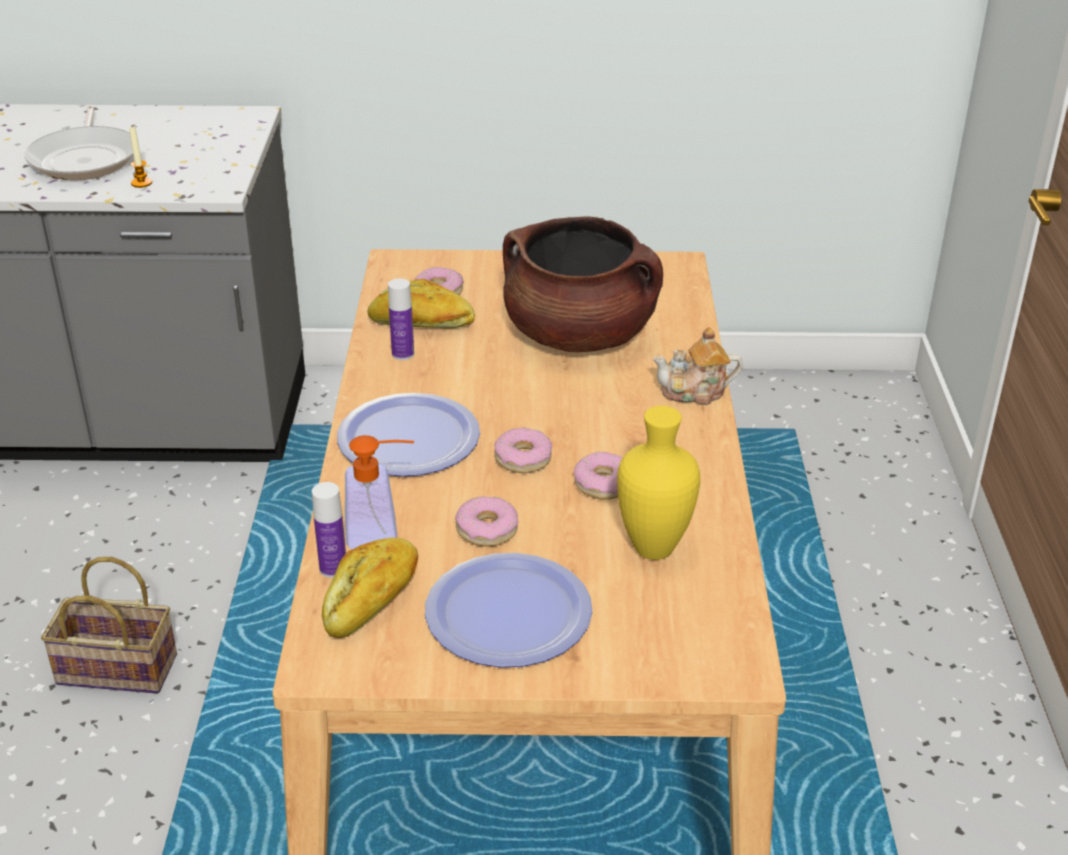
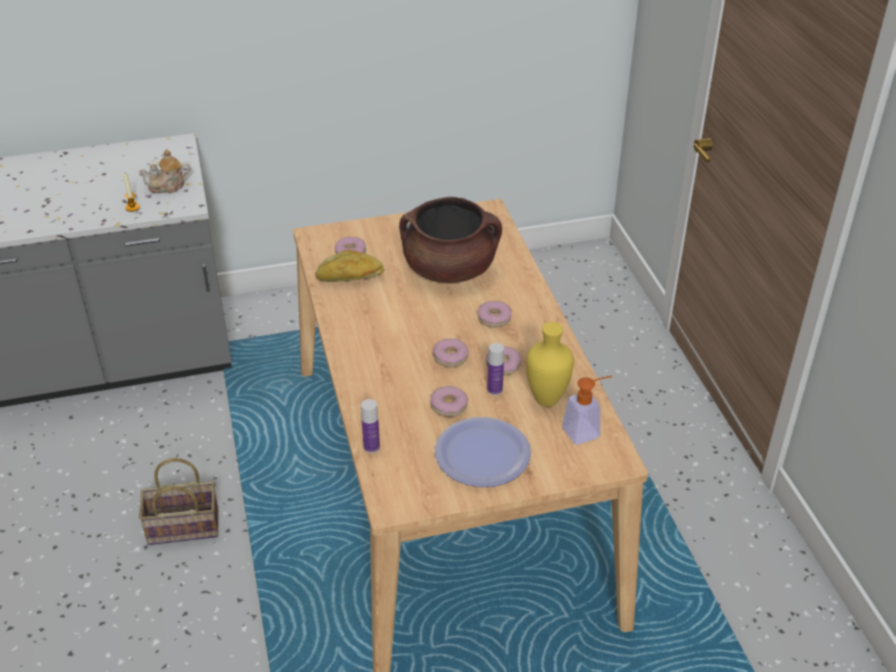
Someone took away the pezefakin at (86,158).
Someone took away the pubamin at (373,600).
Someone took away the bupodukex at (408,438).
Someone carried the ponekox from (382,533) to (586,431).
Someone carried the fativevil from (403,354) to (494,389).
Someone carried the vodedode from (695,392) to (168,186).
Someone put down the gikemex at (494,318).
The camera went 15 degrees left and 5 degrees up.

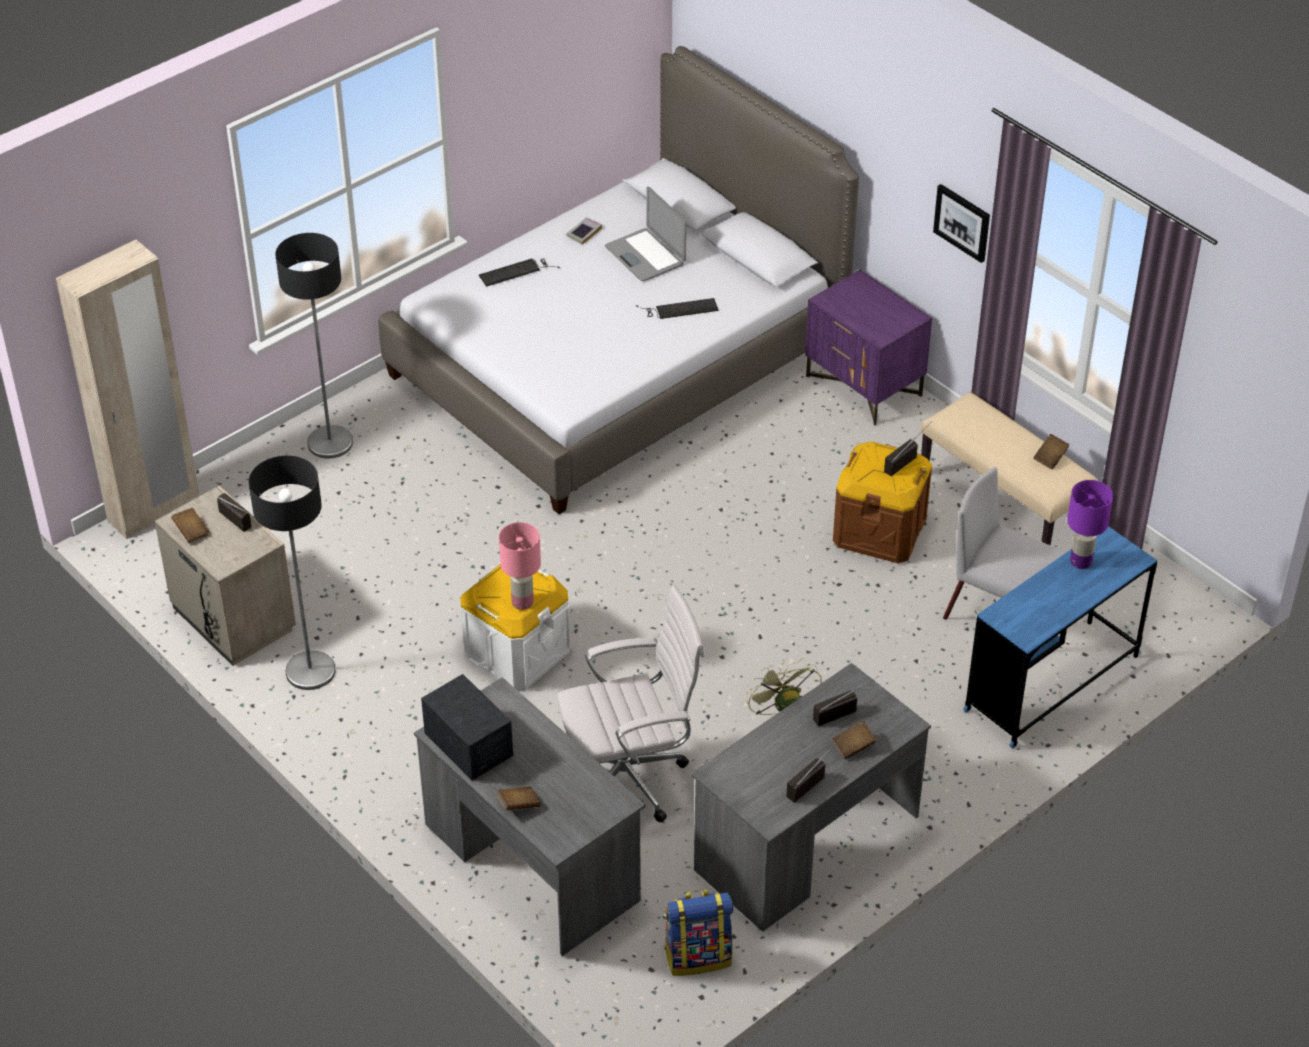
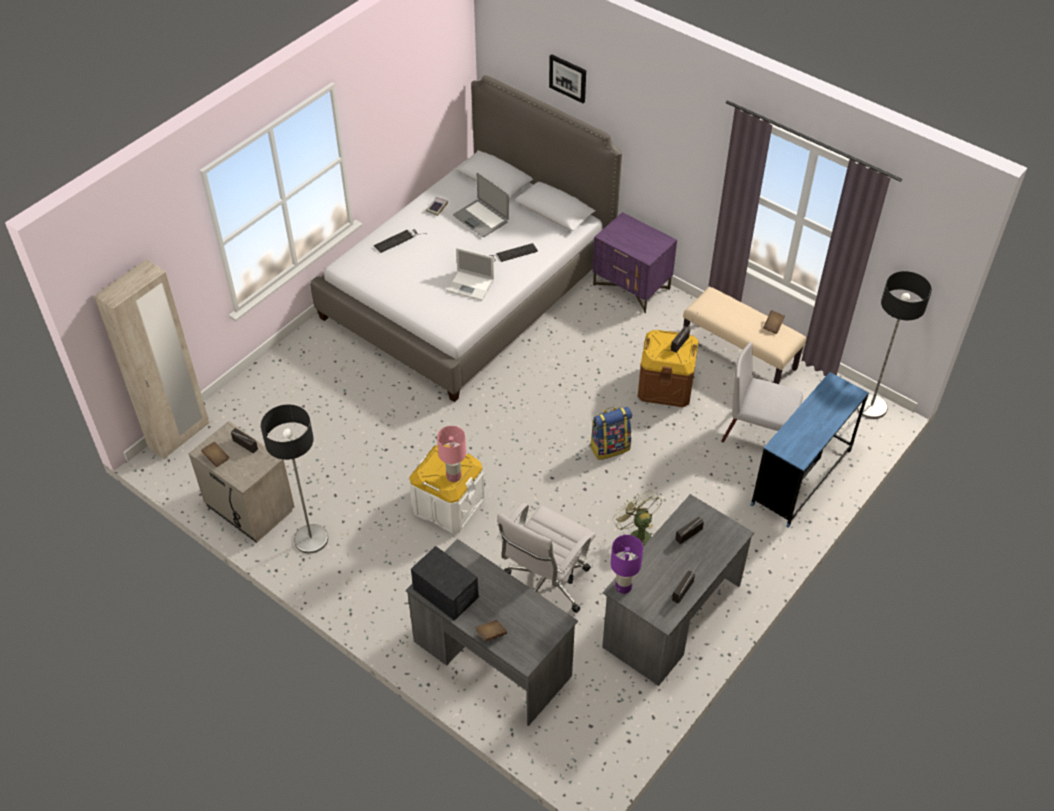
Someone carried the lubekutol from (330,443) to (871,407).
Someone rotated the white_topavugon at (631,778) by 150 degrees clockwise.
Someone carried the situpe from (698,956) to (610,447).
Someone took away the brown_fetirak at (853,746).
Someone carried the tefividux from (962,222) to (568,78).
Someone carried the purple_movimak from (1081,562) to (623,587).
Someone put down the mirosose at (471,285).
The camera went 10 degrees left and 5 degrees up.

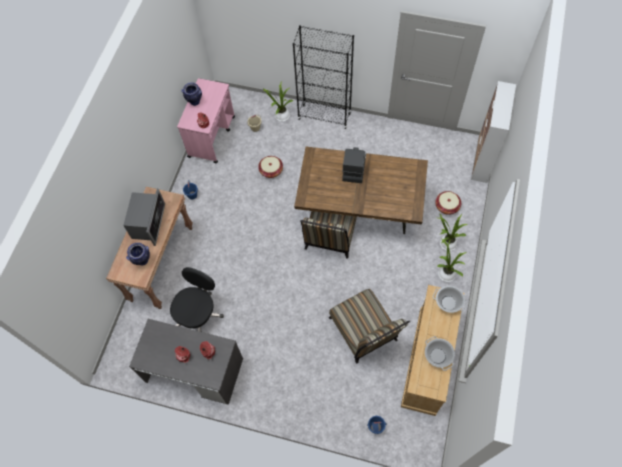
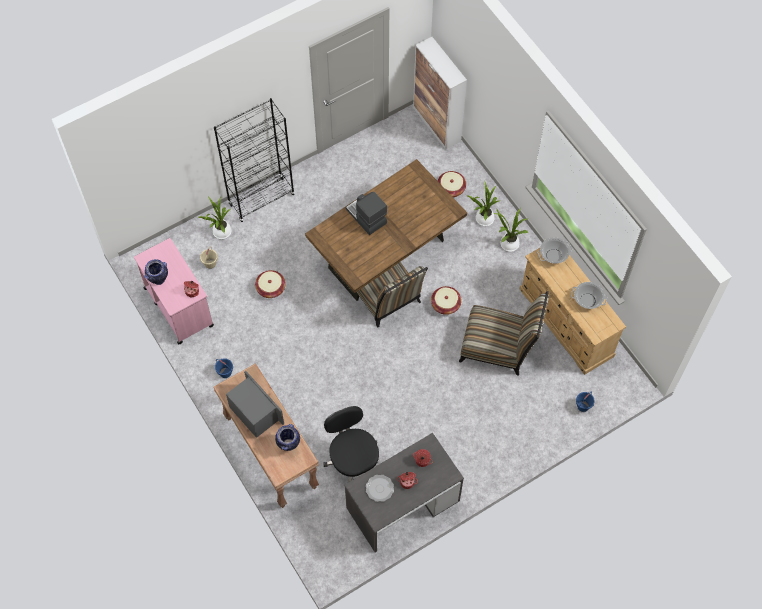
Someone put down the bupodukex at (380,488).
Someone put down the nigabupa at (445,304).
The camera went 50 degrees left and 0 degrees up.

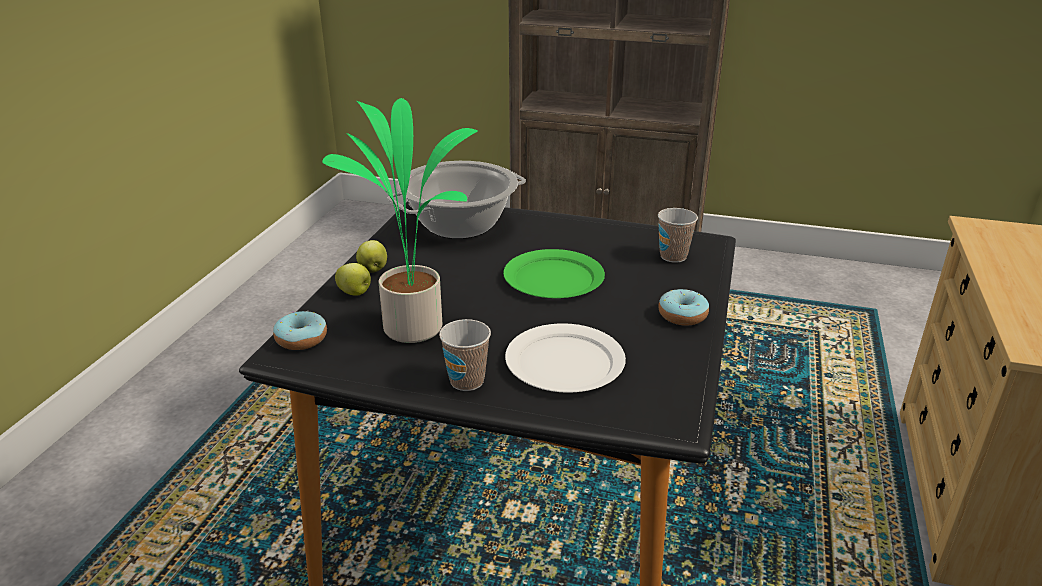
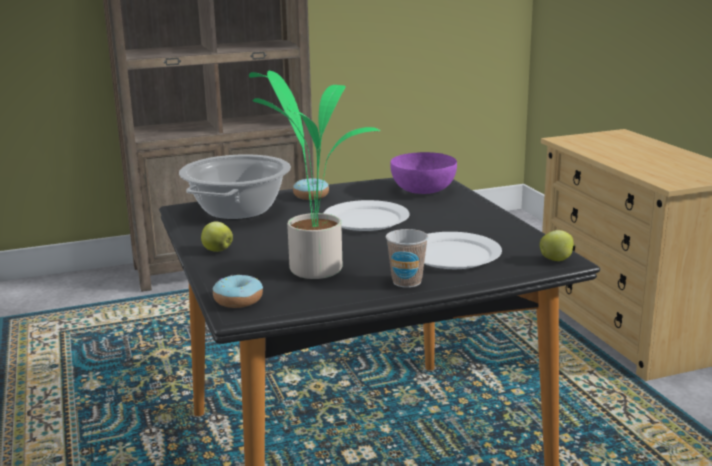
Someone carried the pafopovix from (355,293) to (556,260).
Someone repainted the green_bupodukex at (553,278), which became the white_bupodukex at (365,219).
Someone swapped the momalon at (673,256) for the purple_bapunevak at (424,190).
Someone carried the gikemex from (682,315) to (311,196).
The camera went 35 degrees left and 10 degrees down.

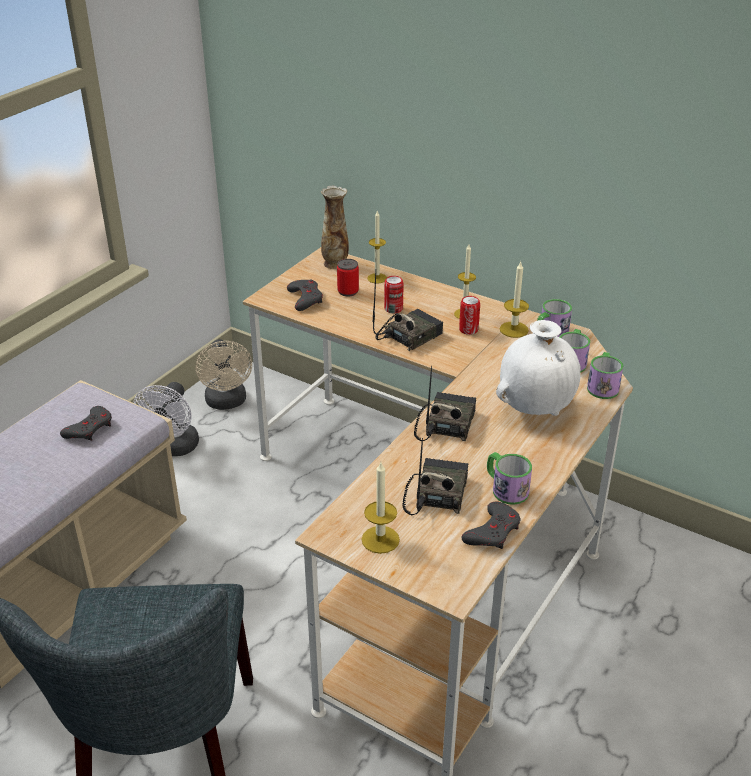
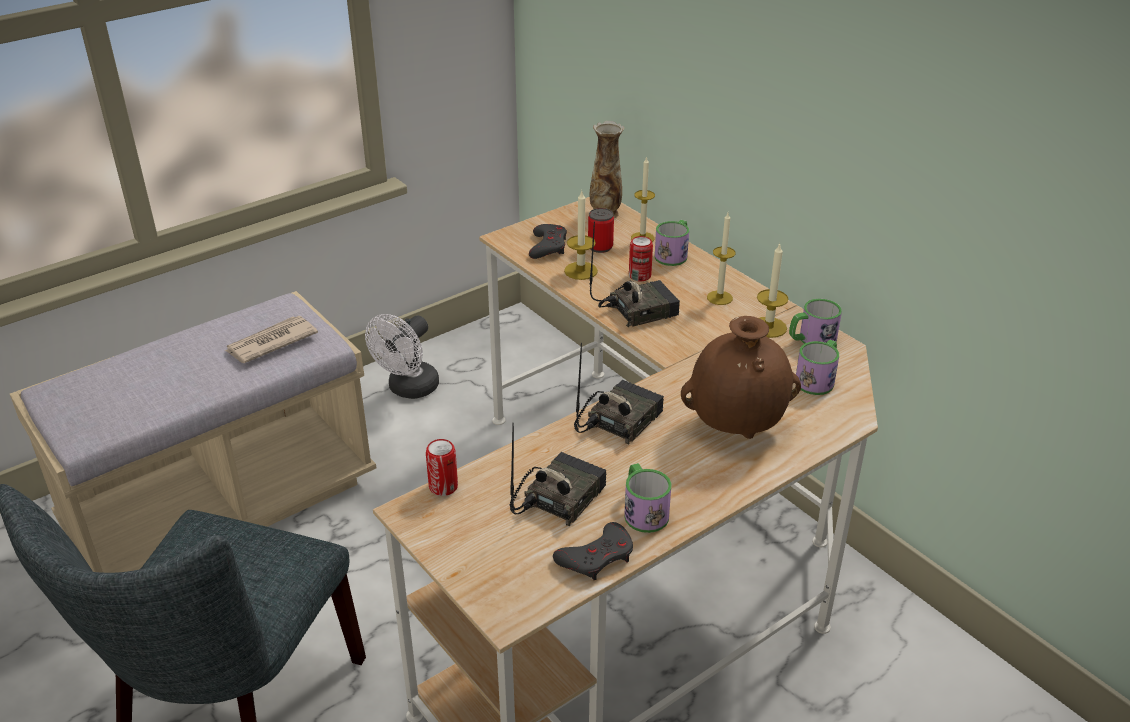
Someone swapped the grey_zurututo at (89,428) for the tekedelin at (270,342).
Someone took away the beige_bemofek at (227,402).
Someone carried the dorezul from (380,539) to (580,271).
Someone carried the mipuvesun from (468,330) to (443,487).
Someone repainted the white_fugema at (536,409), which became the brown_fugema at (737,427).
Someone carried the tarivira from (602,386) to (673,254).
The camera went 20 degrees right and 0 degrees up.

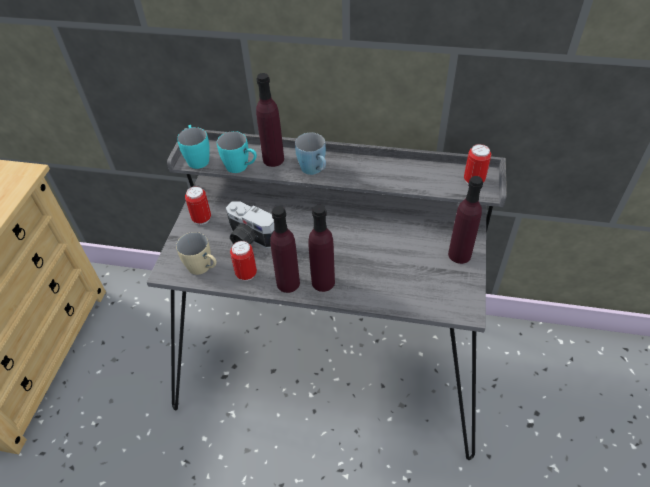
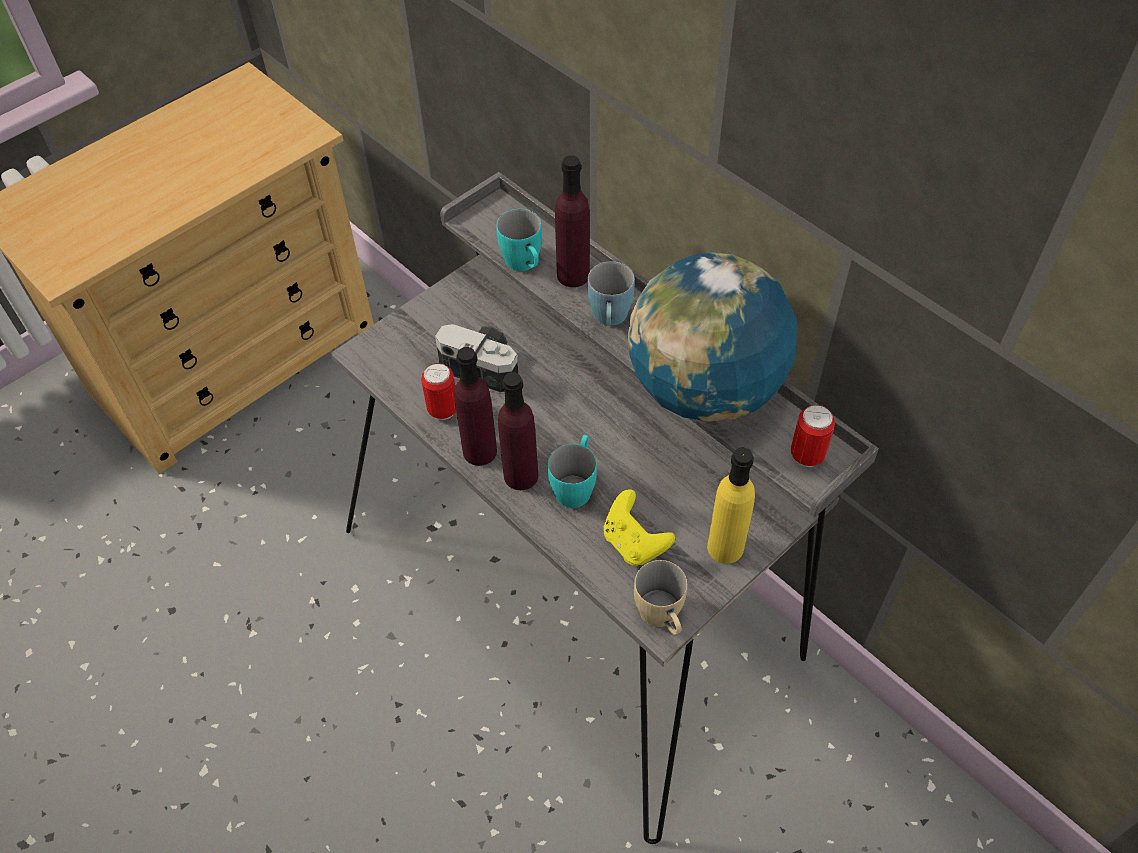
Someone carried the beige_tarivira from (203,268) to (662,618).
Someone carried the turquoise_tarivira from (197,158) to (575,485).
Someone took away the mipuvesun at (202,219).
Someone rotated the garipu at (249,239) by 135 degrees clockwise.
Someone repainted the purple_fativevil at (459,254), which became the yellow_fativevil at (725,547).
Someone put down the yellow_zurututo at (634,543).
Someone put down the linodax at (705,390).
The camera went 35 degrees right and 5 degrees up.

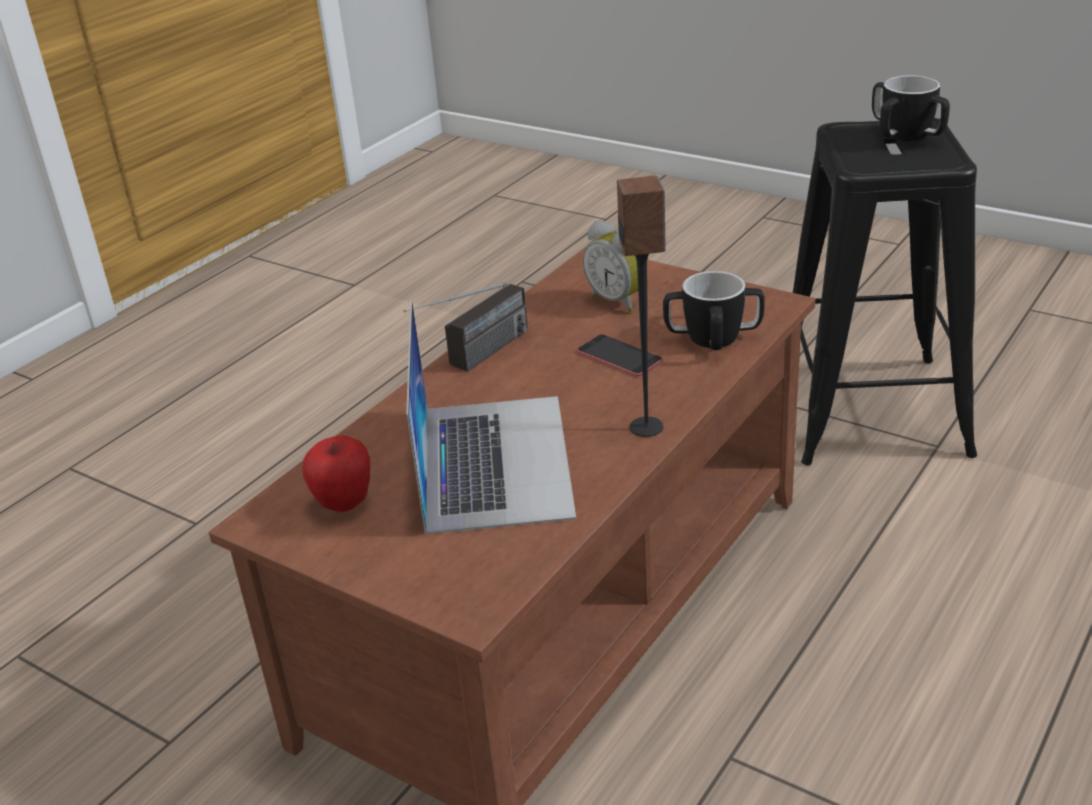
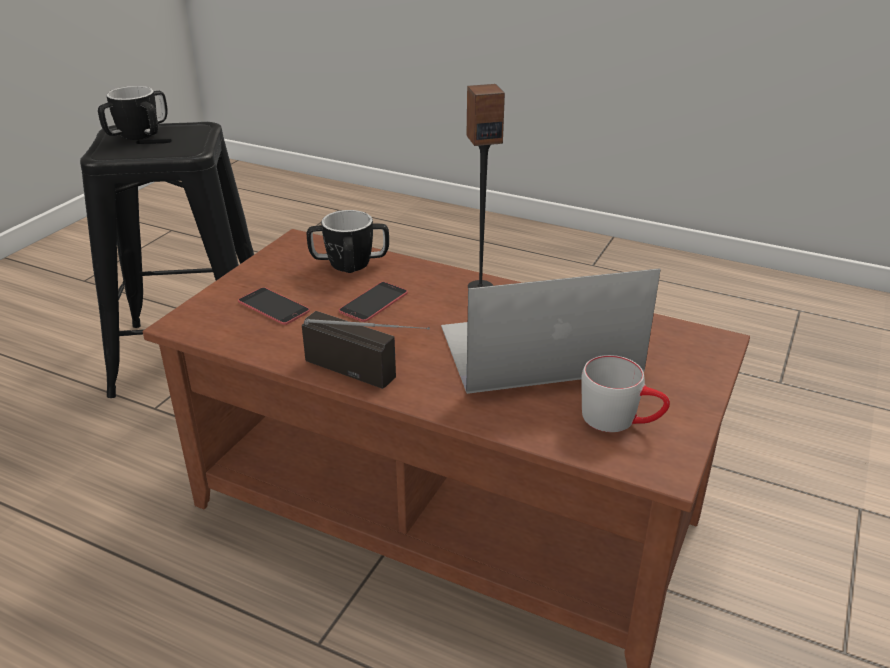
Someone swapped the pafopovix at (344,503) for the grey_tarivira at (621,420).
Someone swapped the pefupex at (618,300) for the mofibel at (273,306).
The camera went 100 degrees left and 0 degrees up.

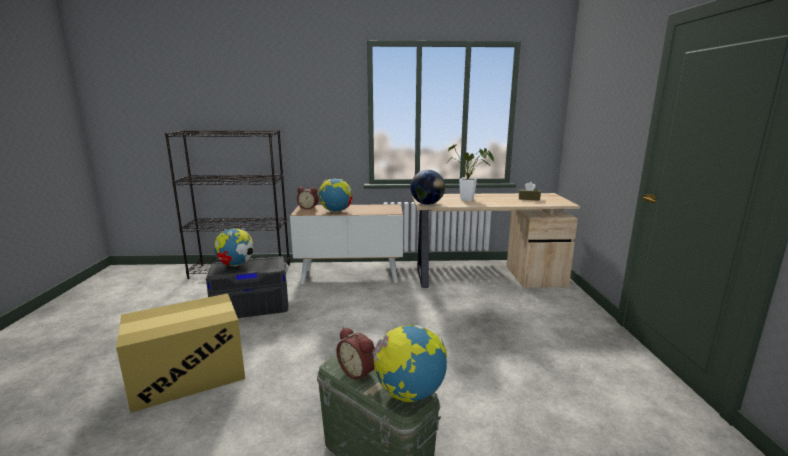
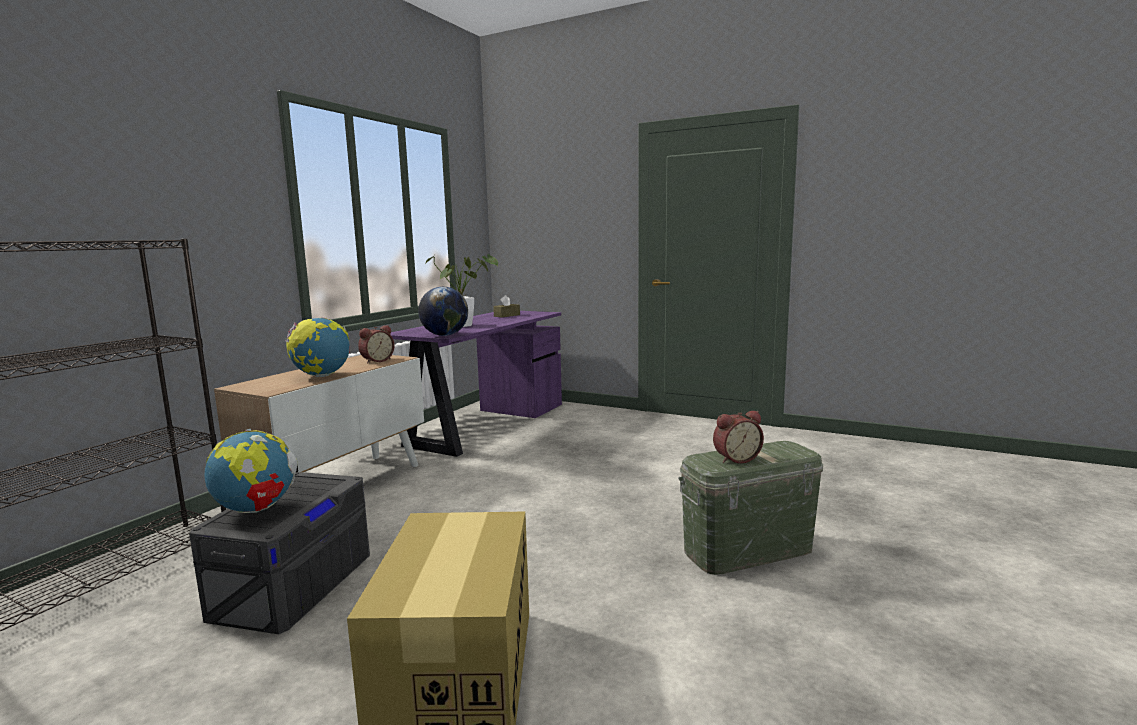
Someone carried the pefupex from (308,208) to (376,361).
Someone took away the linodax at (410,393).
Someone repainted the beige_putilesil at (485,276), which became the purple_putilesil at (485,424).
The camera went 60 degrees left and 5 degrees down.

